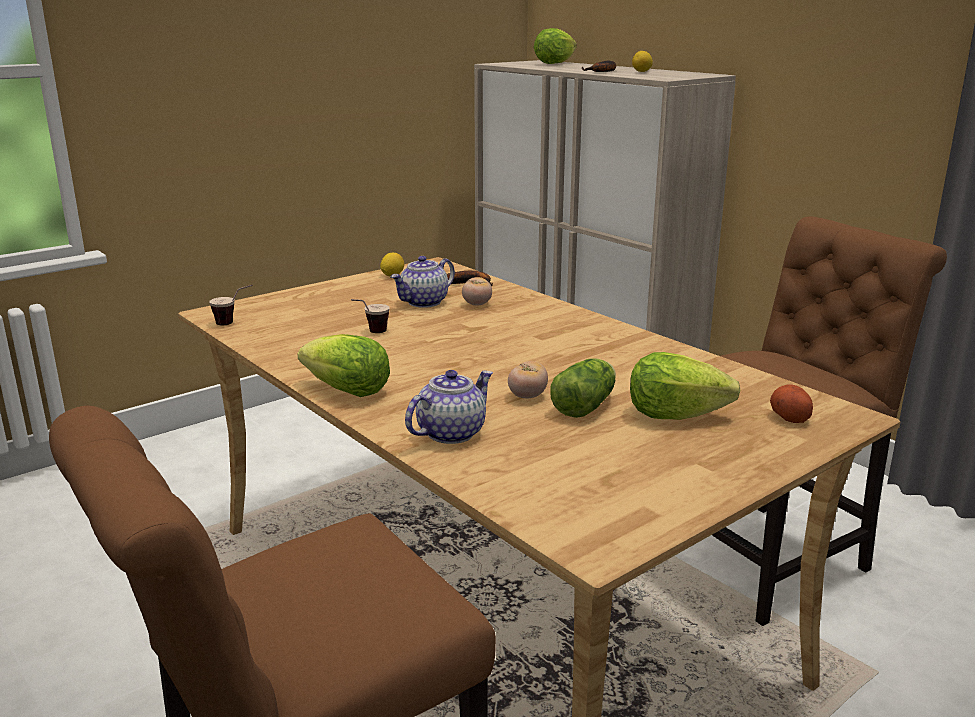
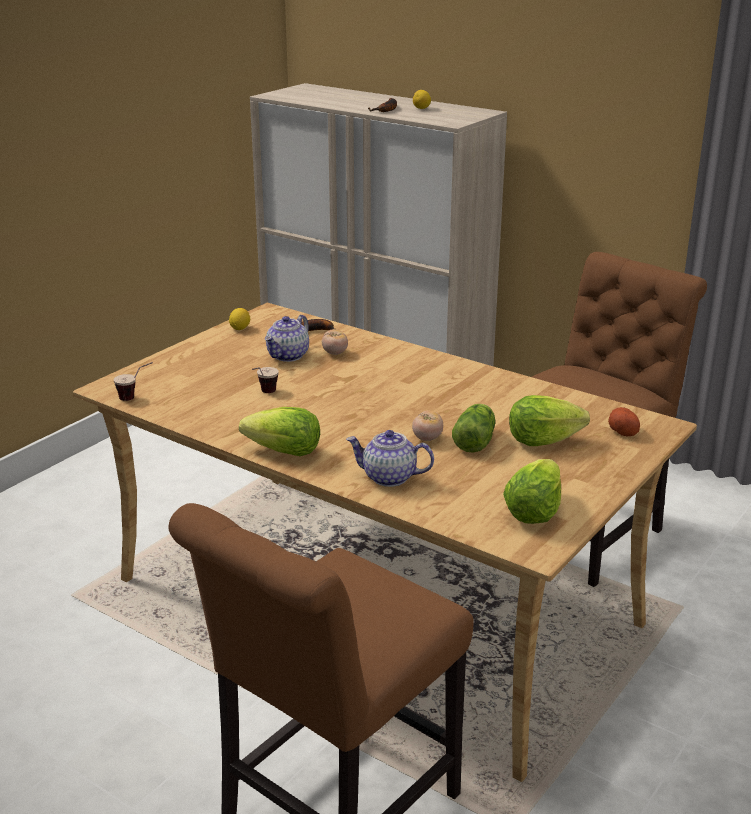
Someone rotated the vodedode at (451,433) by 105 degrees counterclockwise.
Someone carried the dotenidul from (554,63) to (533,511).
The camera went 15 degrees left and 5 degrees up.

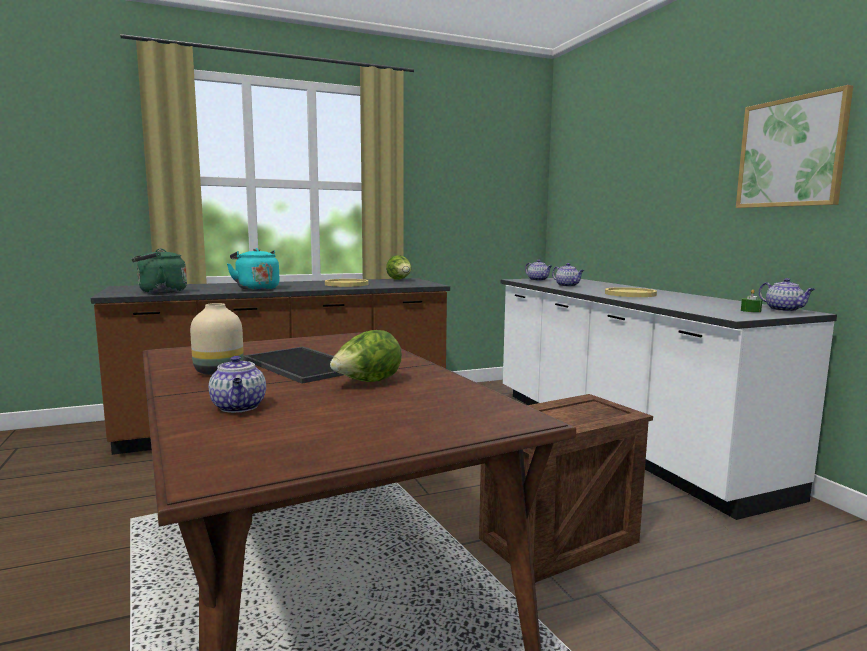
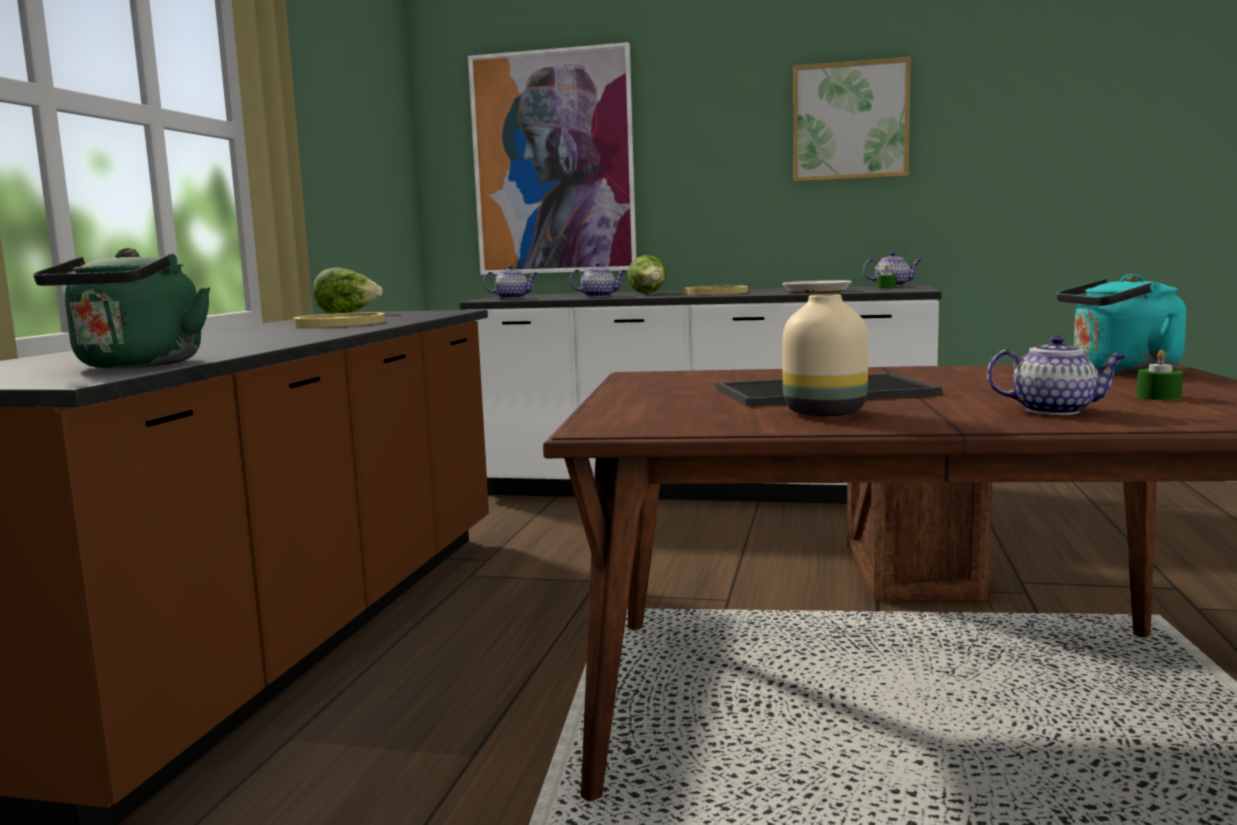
Someone carried the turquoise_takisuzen from (256,288) to (1119,371).
Someone carried the dotenidul from (367,383) to (649,293).
Someone put up the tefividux at (553,163).
Someone put down the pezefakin at (815,291).
Someone put down the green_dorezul at (1158,397).
The camera went 55 degrees left and 0 degrees up.

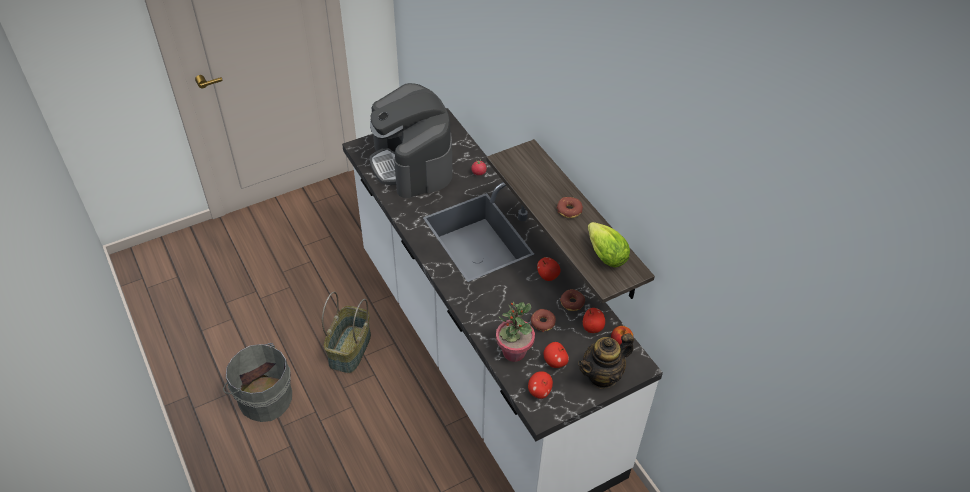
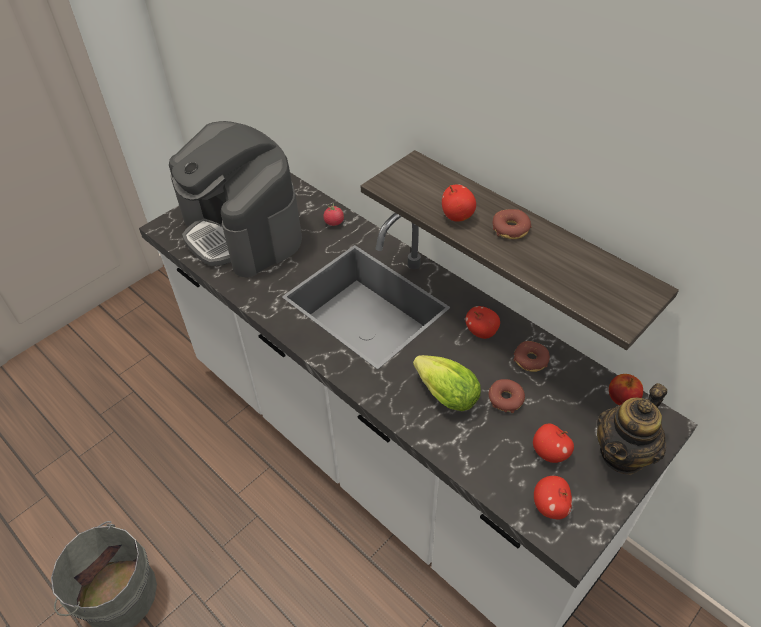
Someone took away the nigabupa at (350,350).
Someone took away the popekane at (513,352).
Someone carried the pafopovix from (592,327) to (457,216).
Someone carried the dotenidul from (604,253) to (443,393).
The camera went 15 degrees left and 0 degrees up.

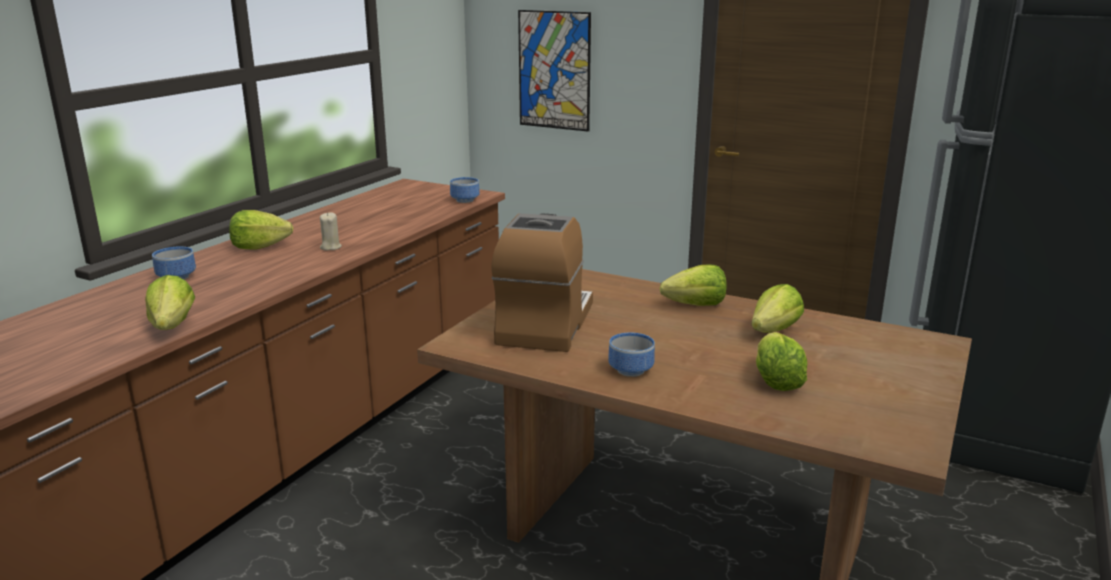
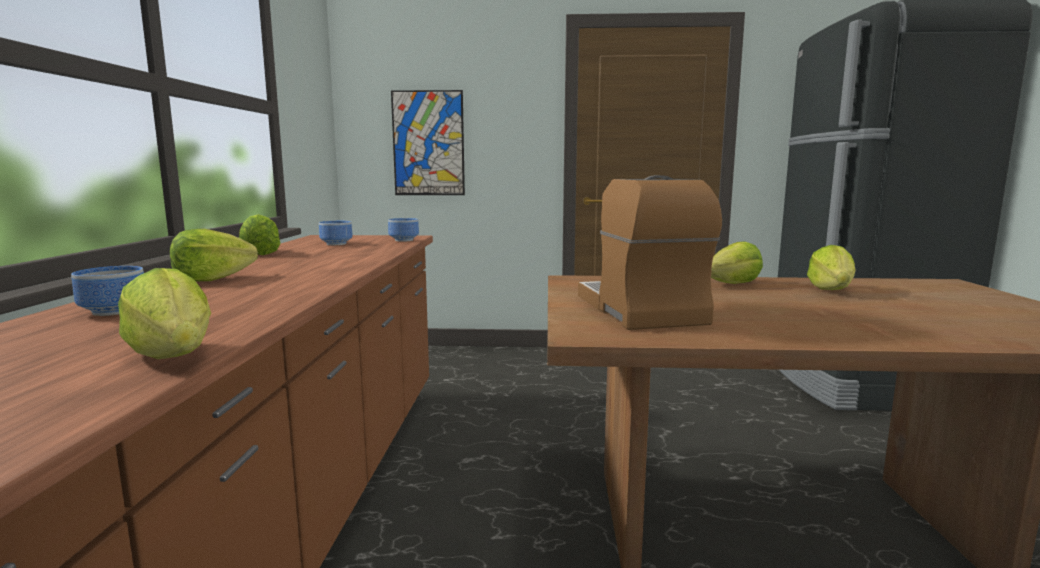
Someone took away the beige_dorezul at (330,247).
Someone carried the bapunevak from (632,371) to (337,244).
Someone carried the dotenidul from (776,381) to (261,253).
The camera went 25 degrees left and 10 degrees down.

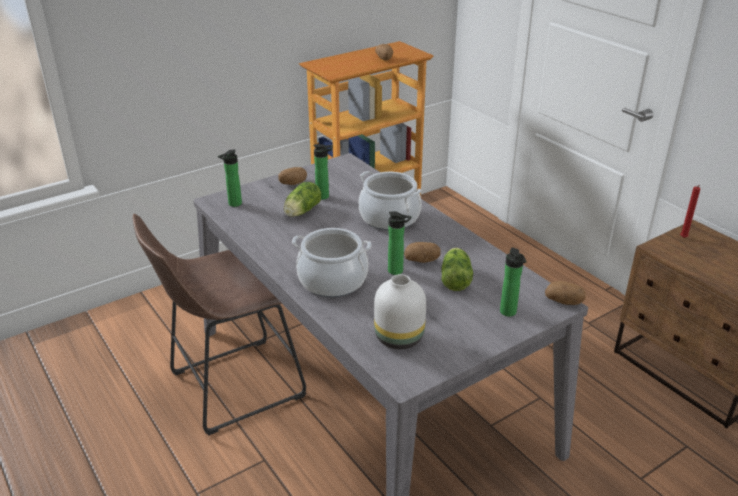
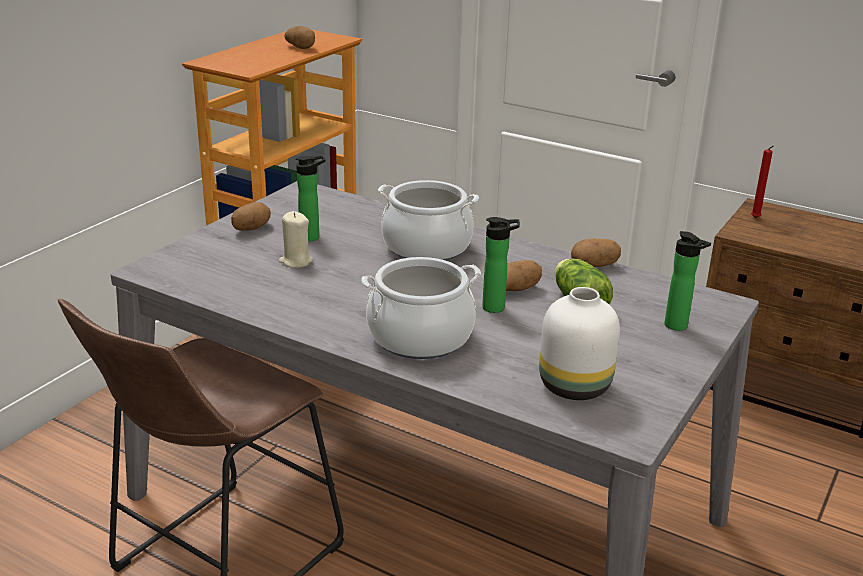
Someone took away the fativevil at (233,204).
Someone swapped the dotenidul at (301,212) for the beige_dorezul at (296,261).
Someone carried the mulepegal from (564,301) to (594,265).
The camera went 25 degrees left and 5 degrees down.

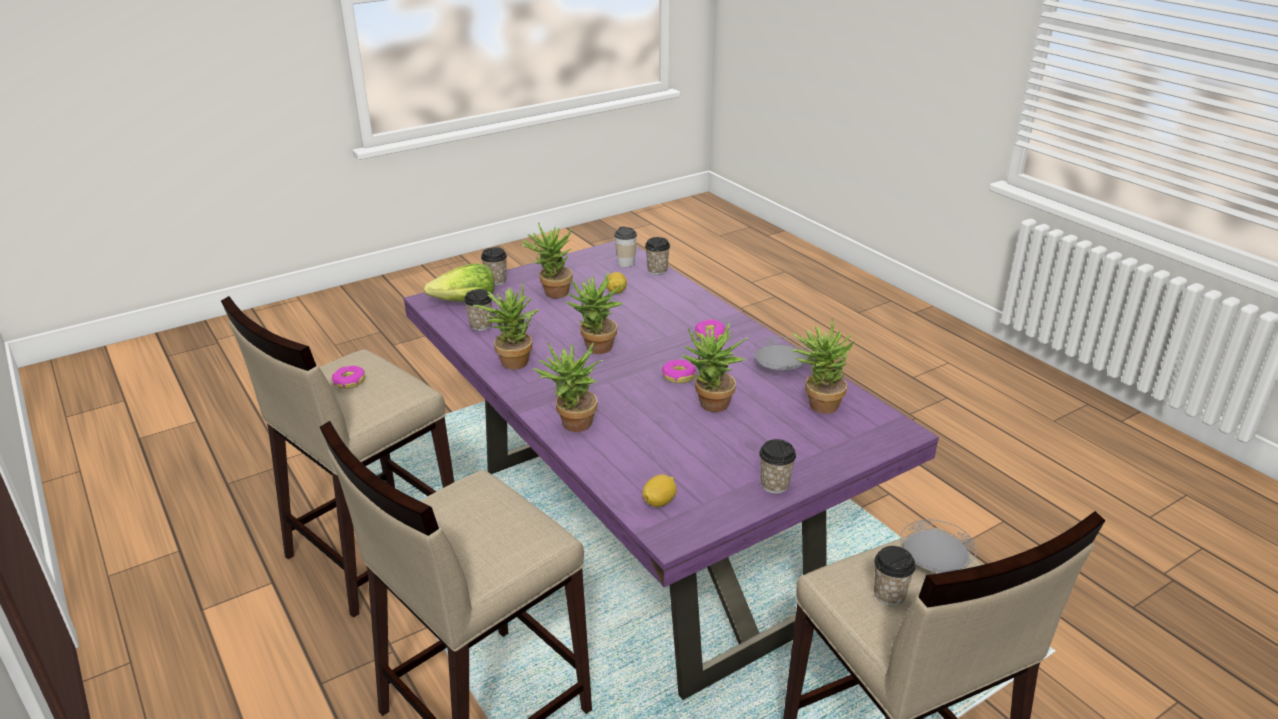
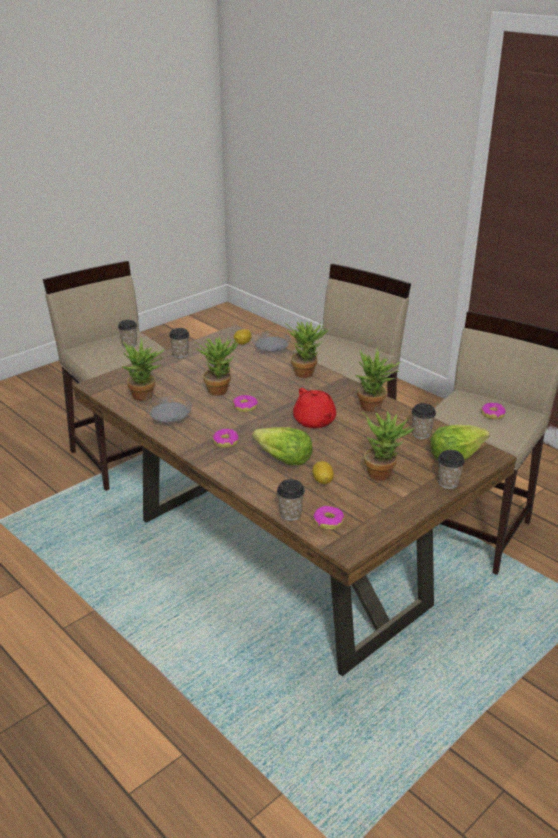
Someone repainted the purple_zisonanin at (637,539), which became the brown_zisonanin at (281,561).
Someone swapped the popekane at (596,350) for the red_vodedode at (314,421).
Someone swapped the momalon at (626,263) for the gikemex at (328,522).
Someone carried the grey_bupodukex from (934,562) to (271,351).
Someone put down the dotenidul at (283,459).
The camera went 170 degrees right and 0 degrees up.

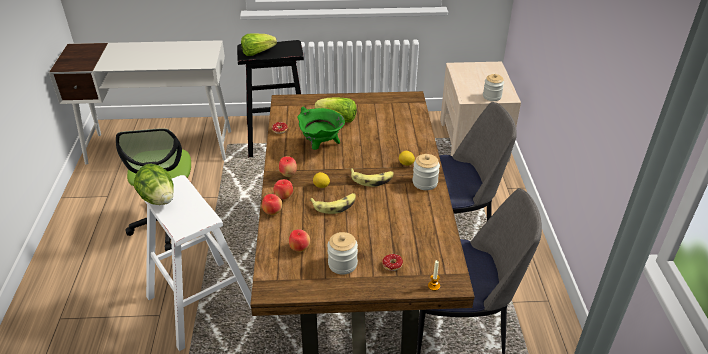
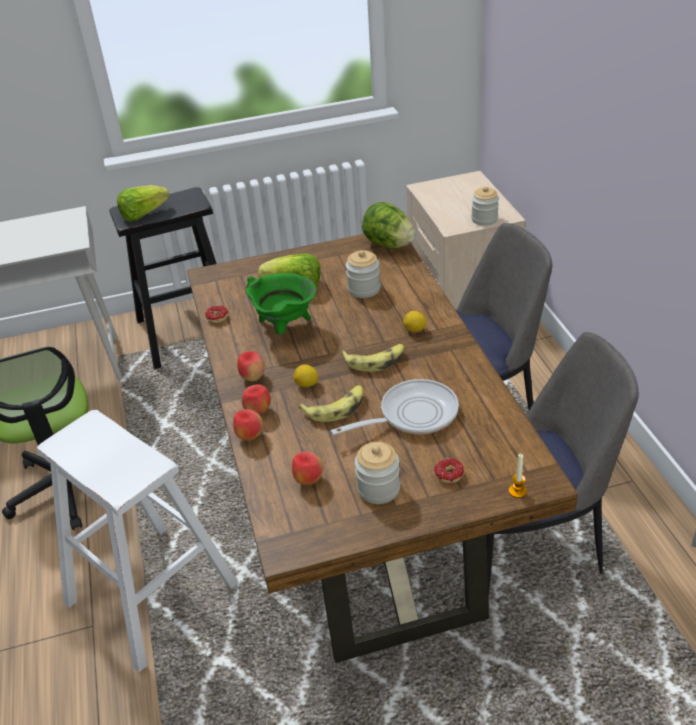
Someone carried the dotenidul from (158,199) to (388,244).
Someone carried the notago from (425,182) to (364,289).
Someone put down the pezefakin at (412,415).
The camera went 10 degrees left and 0 degrees up.

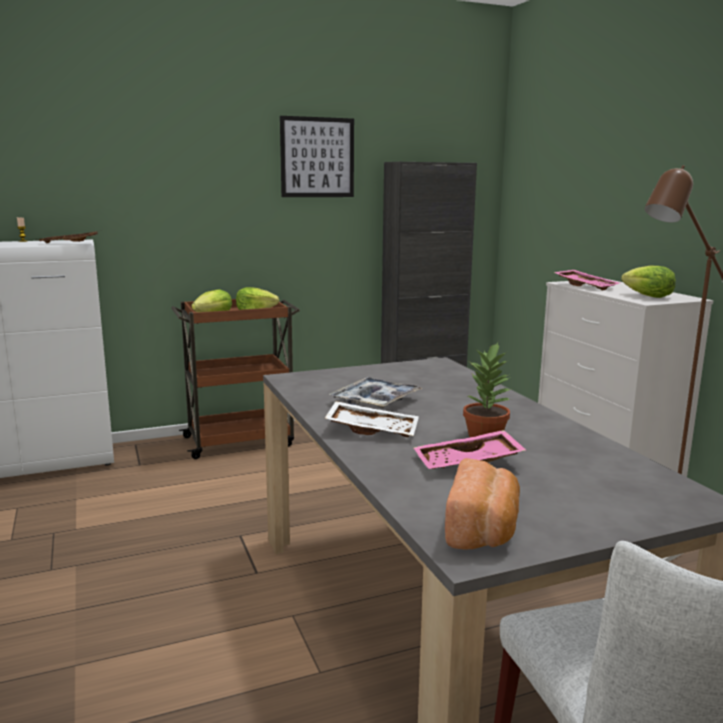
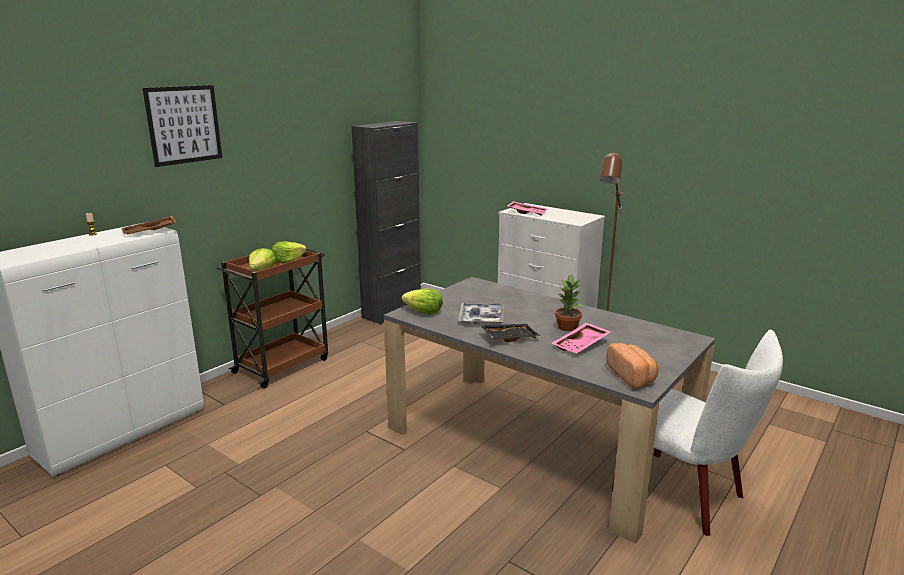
Someone carried the tefividux from (317,157) to (184,125).
Someone repainted the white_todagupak at (373,429), which became the black_todagupak at (509,337).
Someone carried the dotenidul from (647,296) to (423,312).
The camera went 30 degrees left and 5 degrees up.

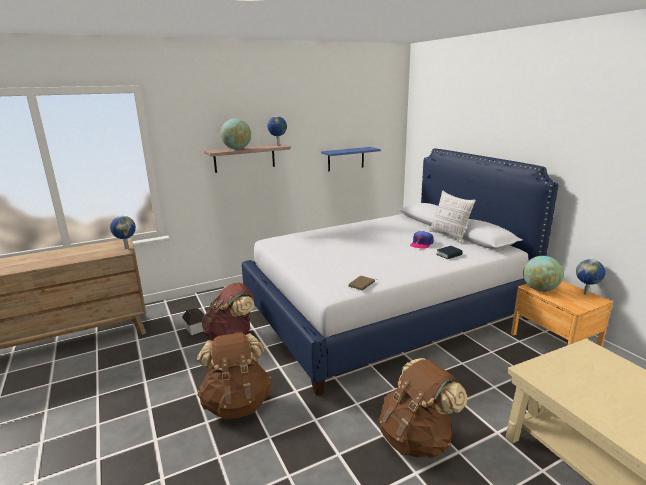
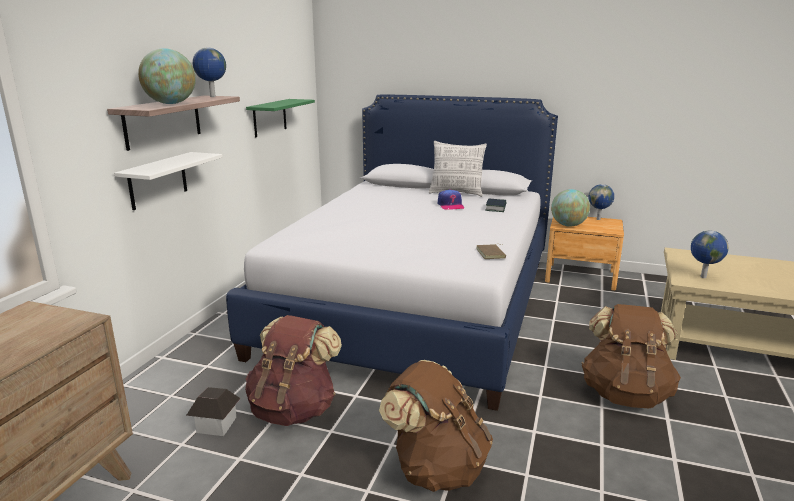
Someone carried the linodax from (127,248) to (702,277).
Someone repainted the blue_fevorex at (346,159), which became the green_fevorex at (269,117).
Someone put up the white_fevorex at (158,180).
The camera went 45 degrees left and 0 degrees up.

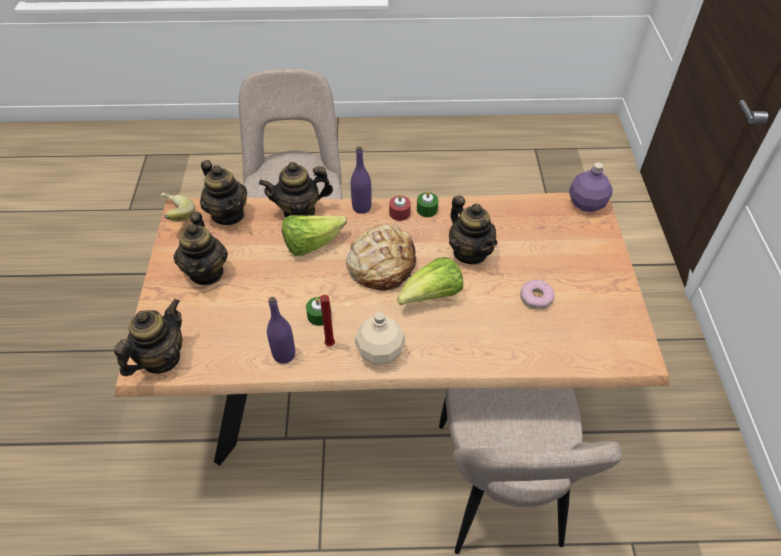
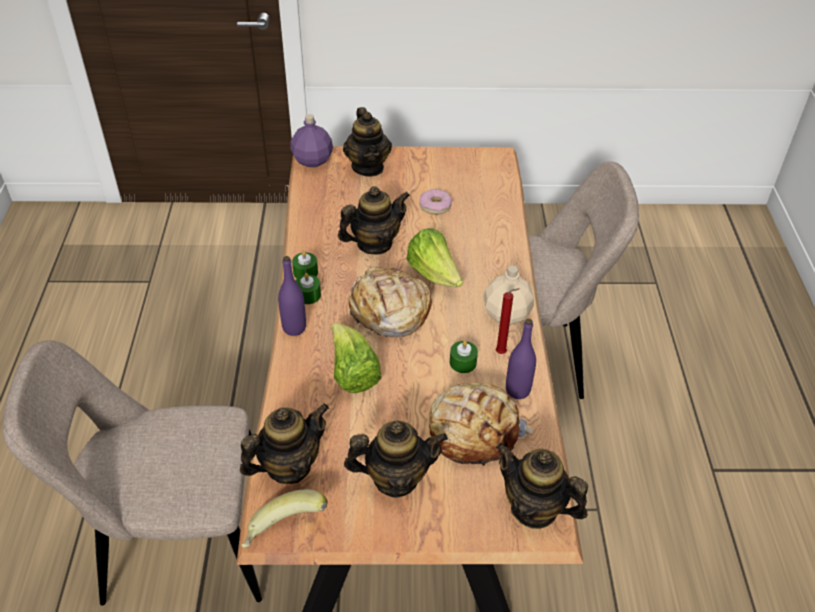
Someone carried the vodedode from (299,211) to (368,167).
Someone repainted the red_dorezul at (399,213), which became the green_dorezul at (308,295).
Someone put down the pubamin at (473,430).
The camera went 90 degrees left and 5 degrees down.

